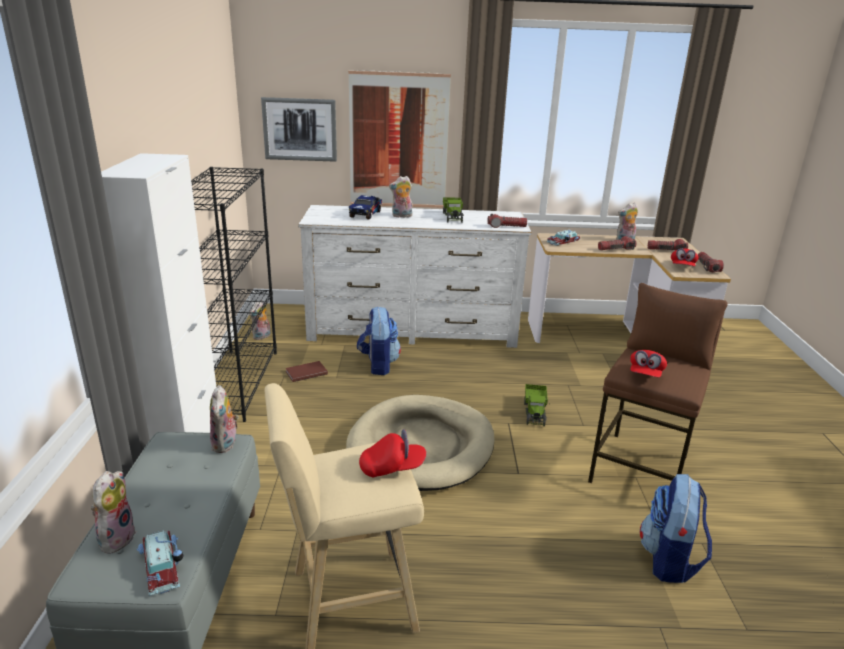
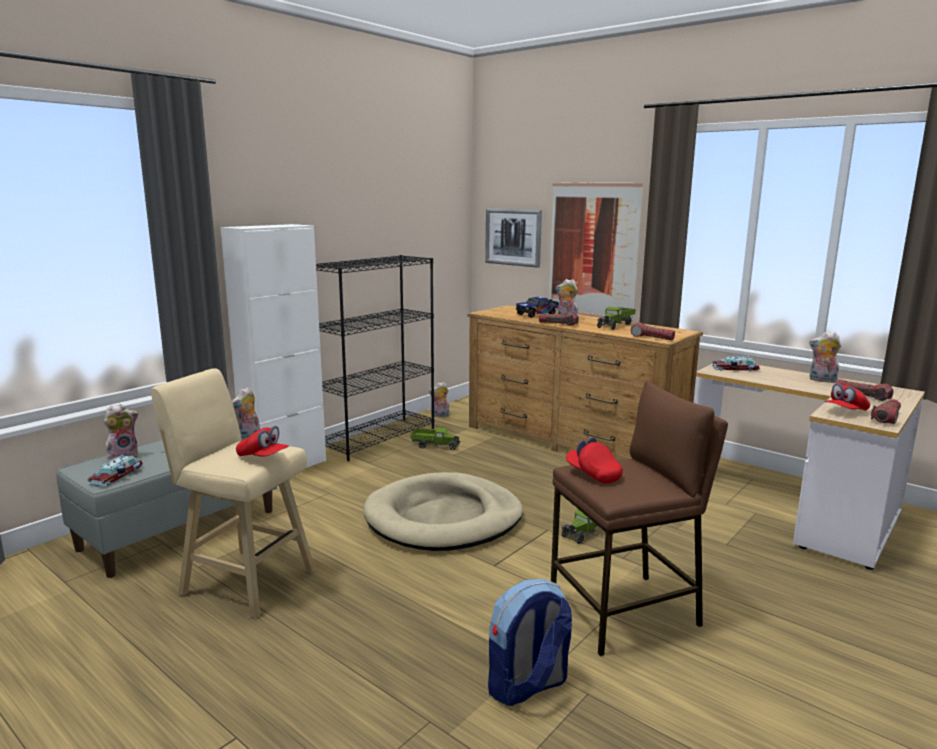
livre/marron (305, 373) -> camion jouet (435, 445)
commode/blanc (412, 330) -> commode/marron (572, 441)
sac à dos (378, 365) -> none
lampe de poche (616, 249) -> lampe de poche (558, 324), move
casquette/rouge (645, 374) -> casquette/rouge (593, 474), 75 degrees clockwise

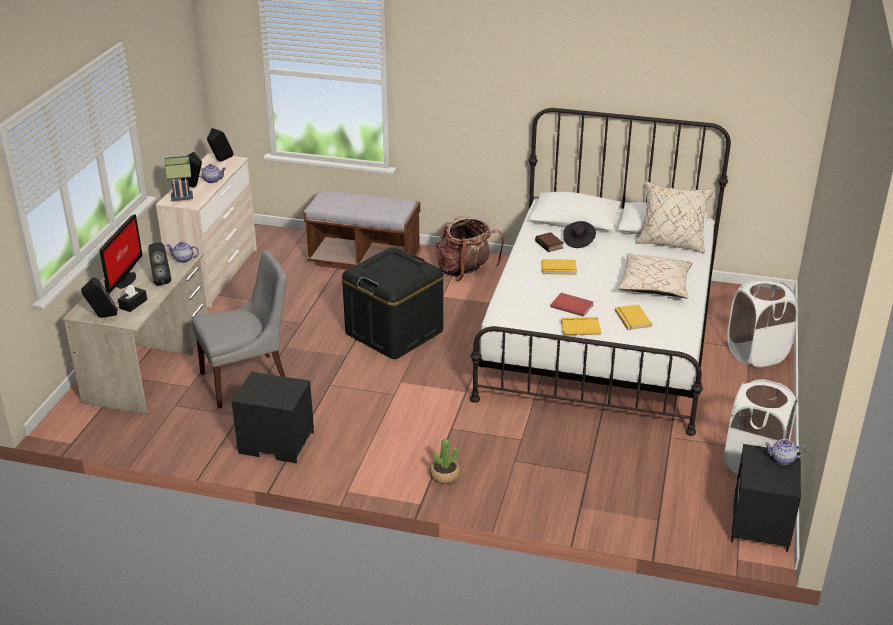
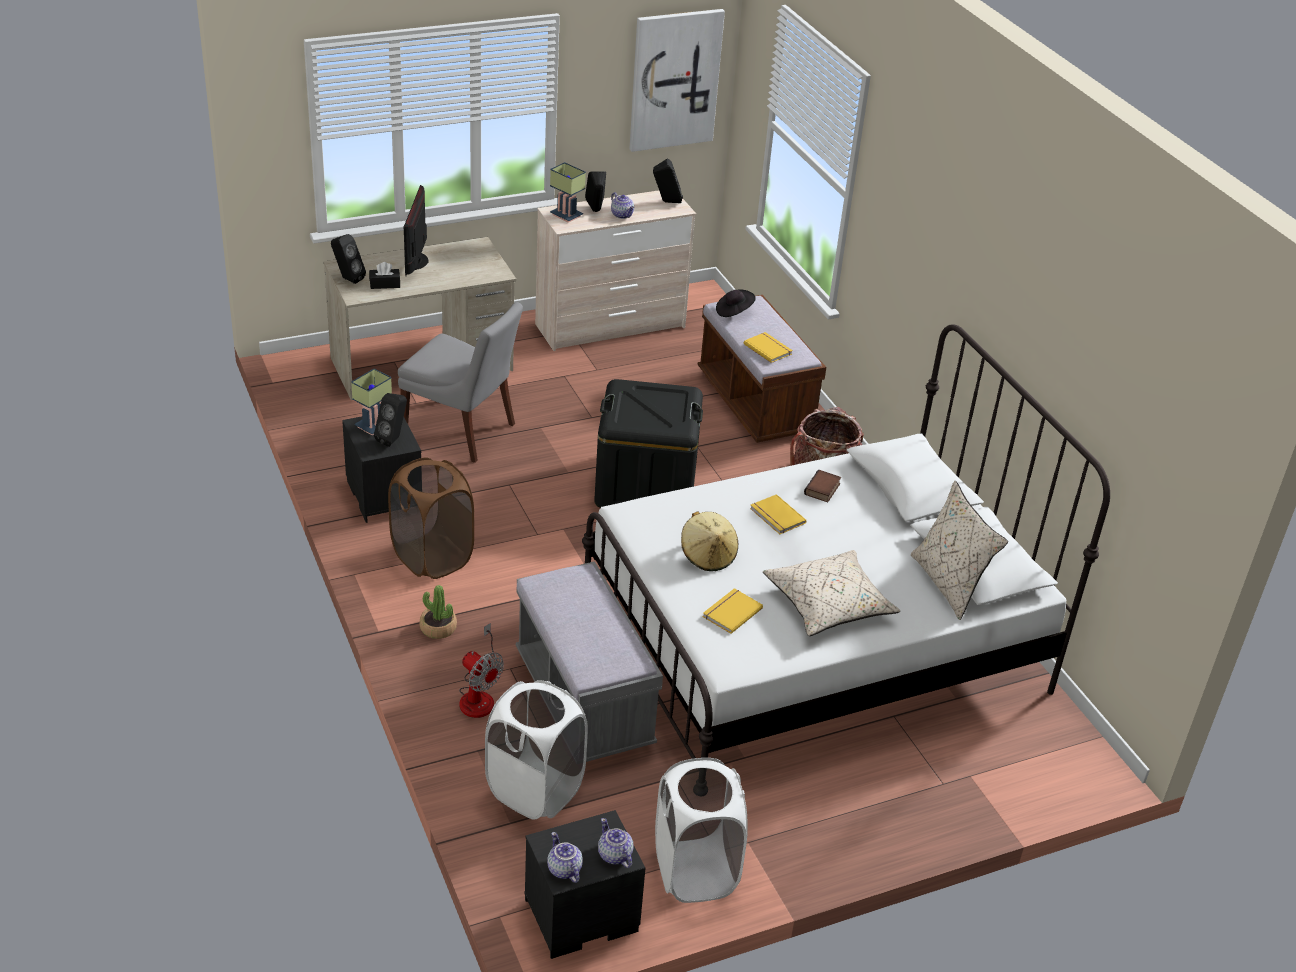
écran d'ordinateur (124, 280) -> écran d'ordinateur (417, 261), 120 degrees clockwise
enceinte/noir (161, 280) -> enceinte/noir (393, 439), move
théière (183, 259) -> théière (563, 869), move
livre/rouge (572, 305) -> chapeau/beige (708, 556)
livre/jaune (580, 327) -> livre/jaune (768, 348), move
chapeau/noir (578, 241) -> chapeau/noir (734, 311), move
panier à linge/blanc (756, 354) -> panier à linge/blanc (535, 790), move
none -> lampe de table (373, 425)
none -> panier à linge/marron (432, 557)
none -> ventilateur (479, 695)
none -> banc/gris (584, 701)
none -> tableau (674, 79)

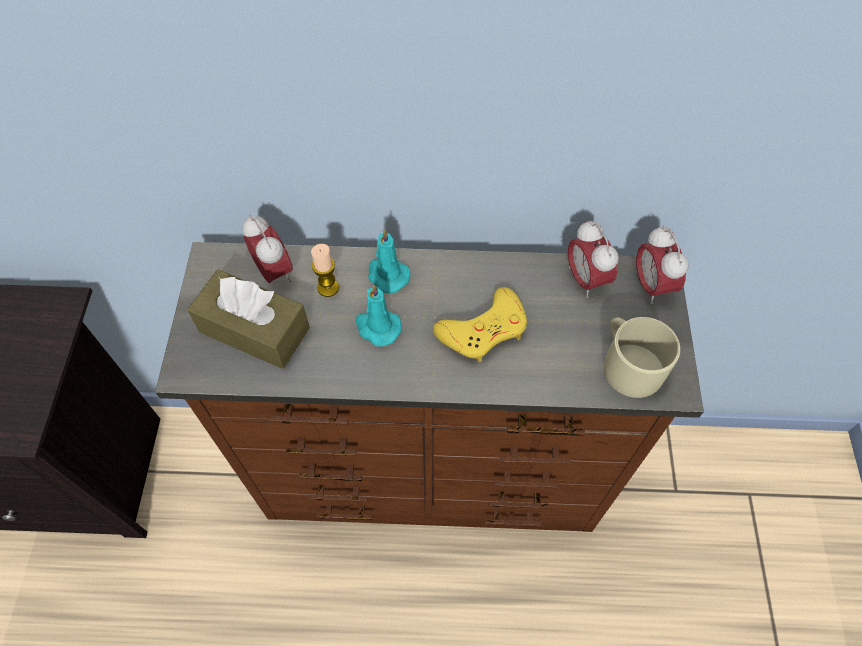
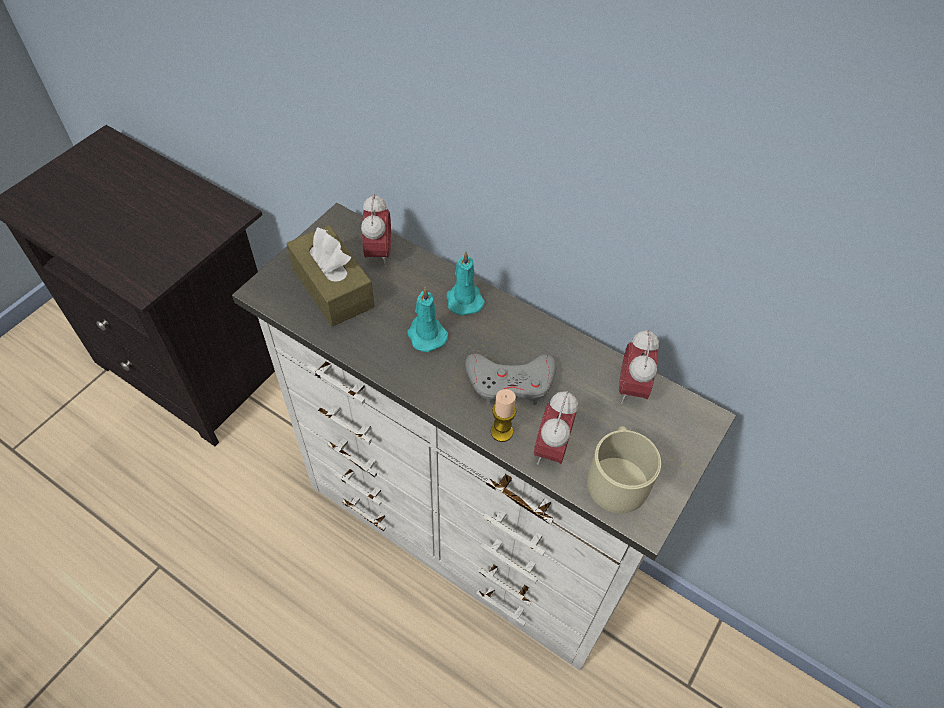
commode/marron (433, 480) -> commode/blanc (465, 537)
bougie (328, 288) -> bougie (501, 432), move
manette/jaune (484, 330) -> manette/gris (510, 382)
réveil (651, 285) -> réveil (551, 449), move

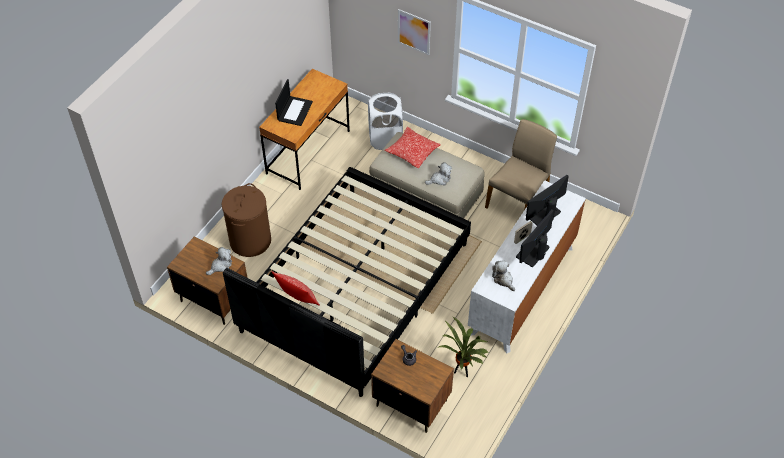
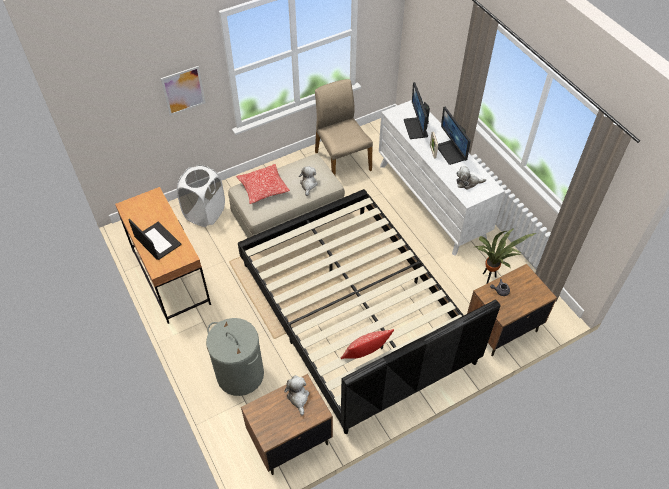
panier à linge/marron (250, 240) -> panier à linge/gris (240, 374)

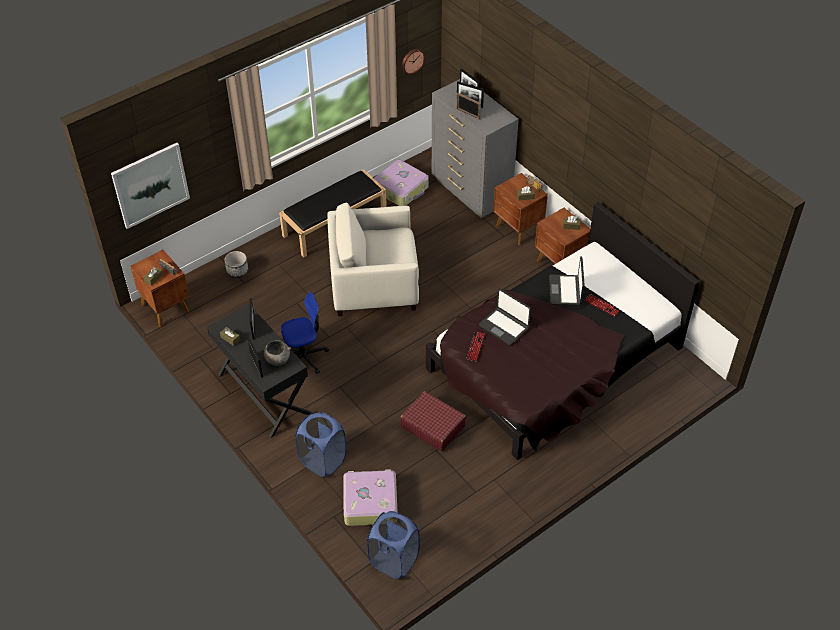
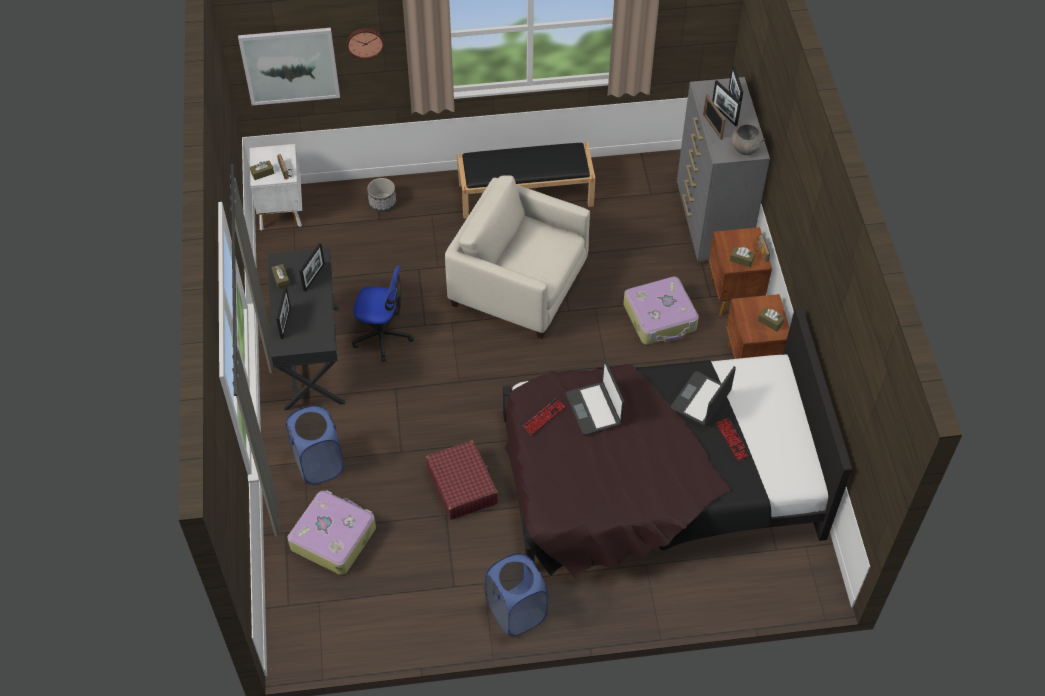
table de chevet/marron (165, 307) -> table de chevet/blanc (281, 210)
bol/gris (278, 360) -> bol/gris (745, 149), move
panier à linge/bleu (394, 560) -> panier à linge/bleu (516, 611), move
valise (401, 189) -> valise (660, 317), move
horloge murale (412, 60) -> horloge murale (365, 42), move

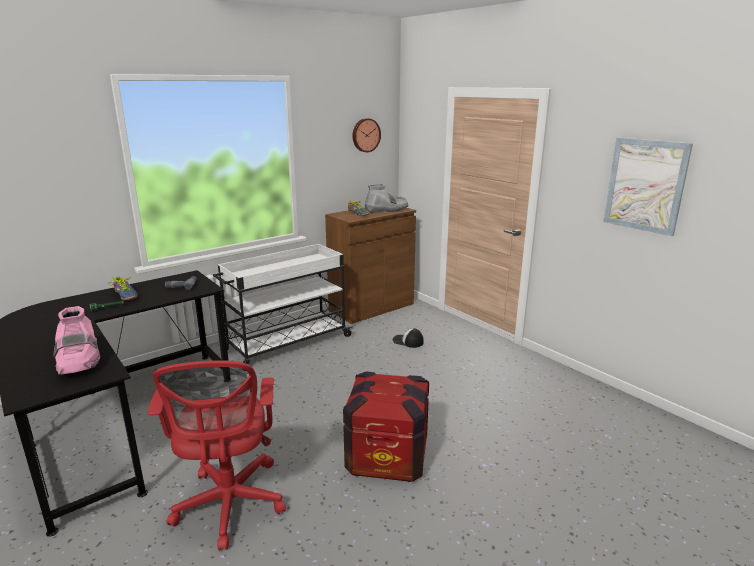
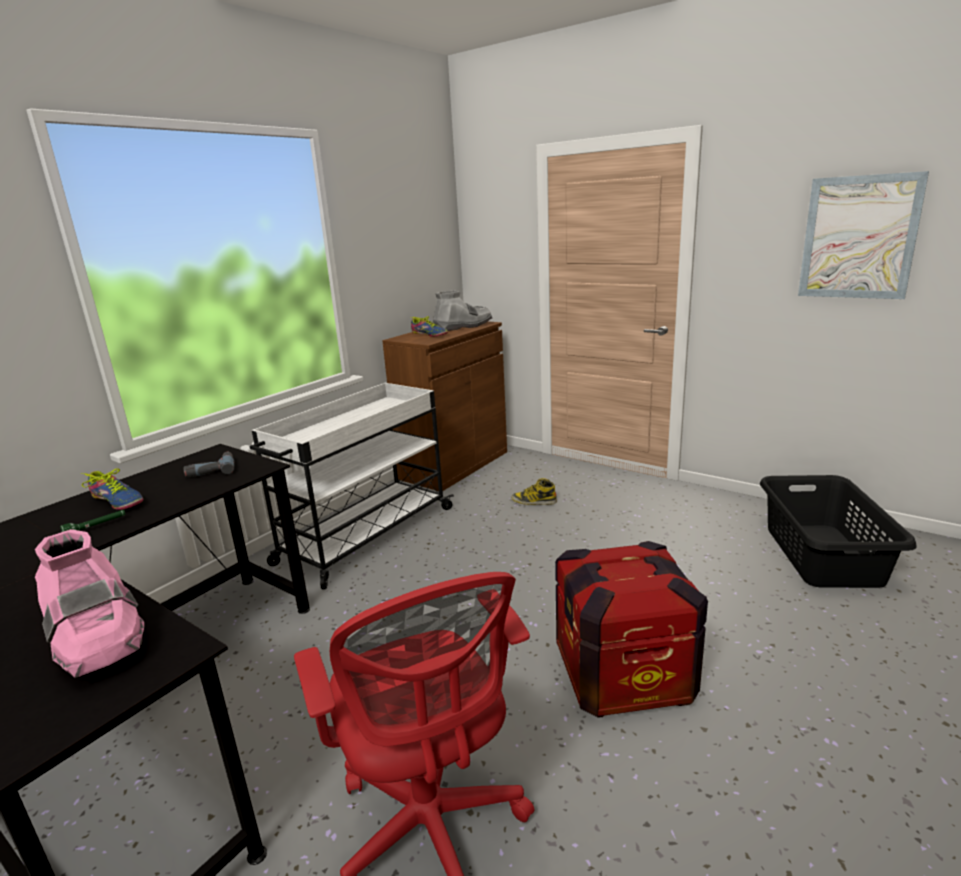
horloge murale (365, 135) -> none
casquette (408, 341) -> botte (534, 501)
none -> panier à linge/noir (823, 554)

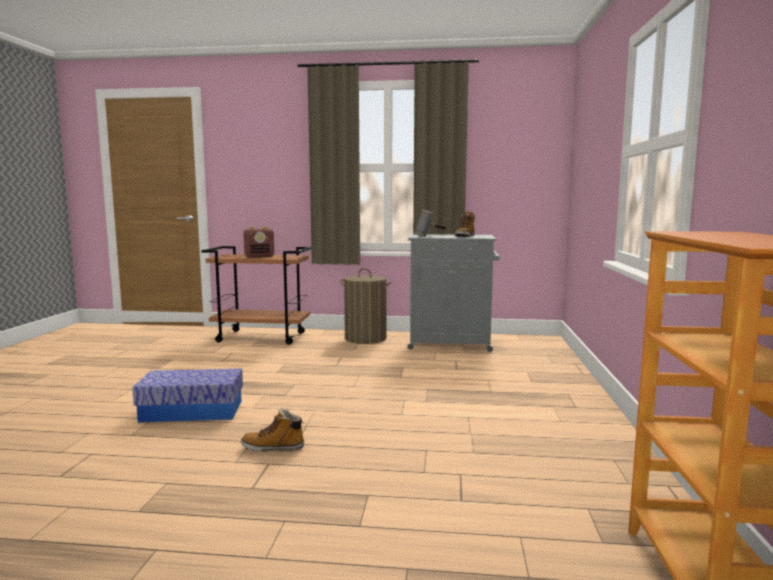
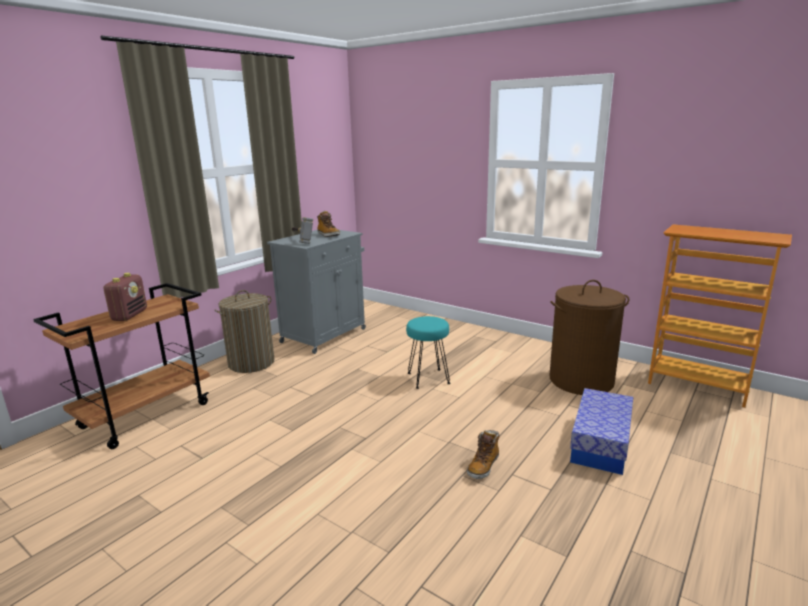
boîte de rangement (191, 411) -> boîte de rangement (600, 443), move
none -> tabouret/turquoise (427, 378)
none -> panier à linge/marron (581, 381)

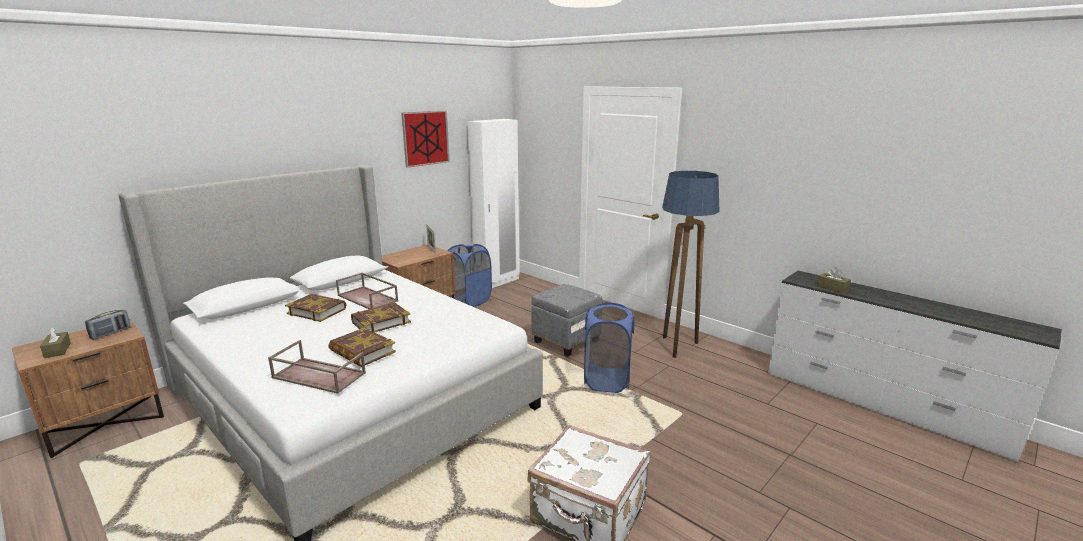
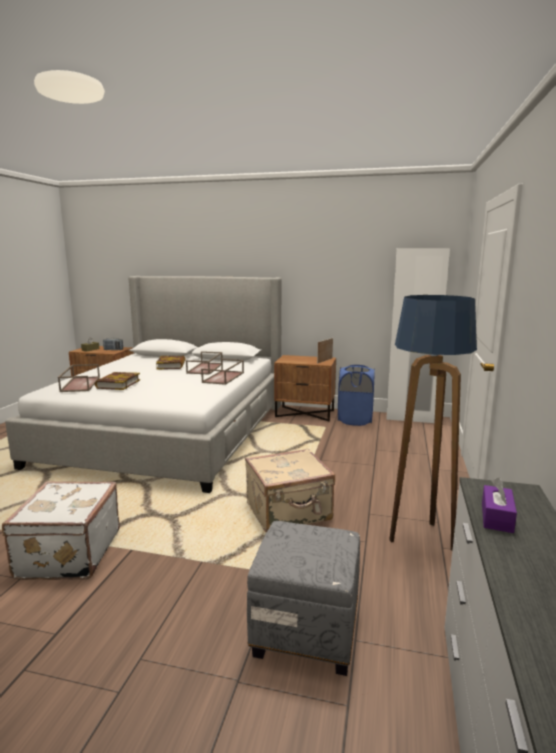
livre (381, 322) -> none
tableau (425, 138) -> none
pouf/gris (566, 341) -> pouf/gris (304, 633), move
panier à linge/bleu (607, 380) -> valise/beige (289, 512)
boîte à mouchoirs/marron (832, 288) -> boîte à mouchoirs/violet (497, 517)
none -> plateau/marron (224, 377)

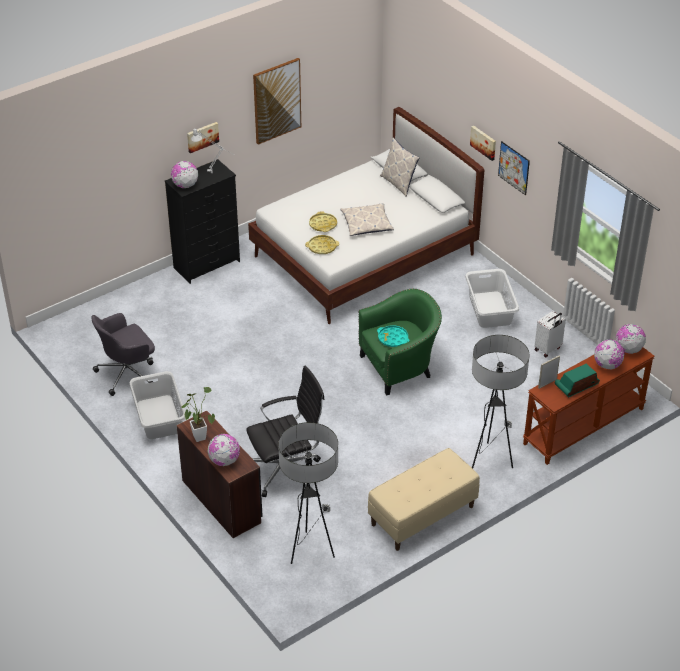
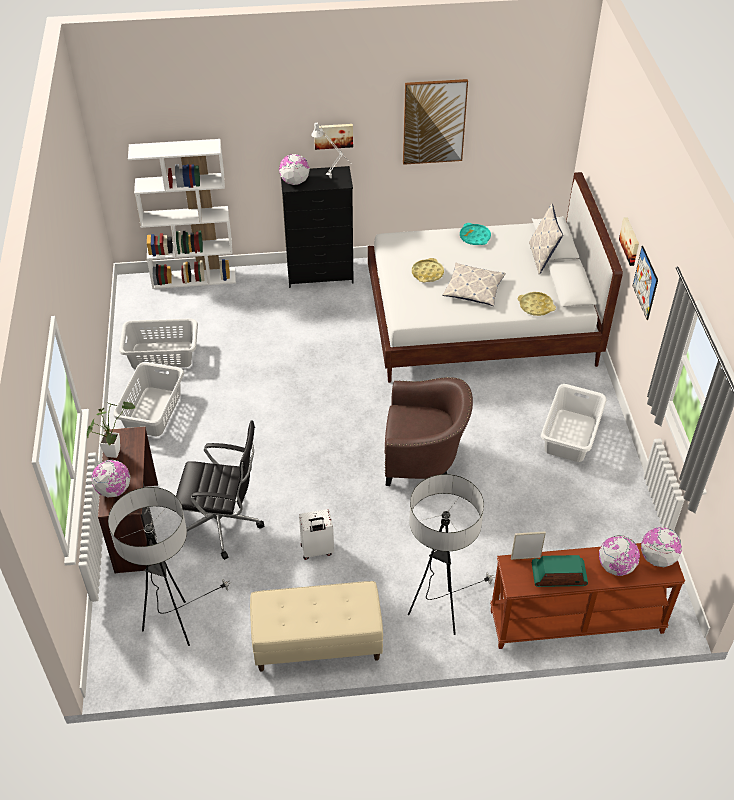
chaise de bureau/gris (128, 373) -> panier à linge/gris (162, 355)
plateau/jaune (322, 247) -> plateau/jaune (536, 306), move
fauteuil/vert (400, 367) -> fauteuil/marron (424, 460)
plateau/turquoise (393, 338) -> plateau/turquoise (475, 237), move
valise/blanc (548, 349) -> valise/blanc (317, 550), move
none -> bibliothèque/blanc (194, 278)

